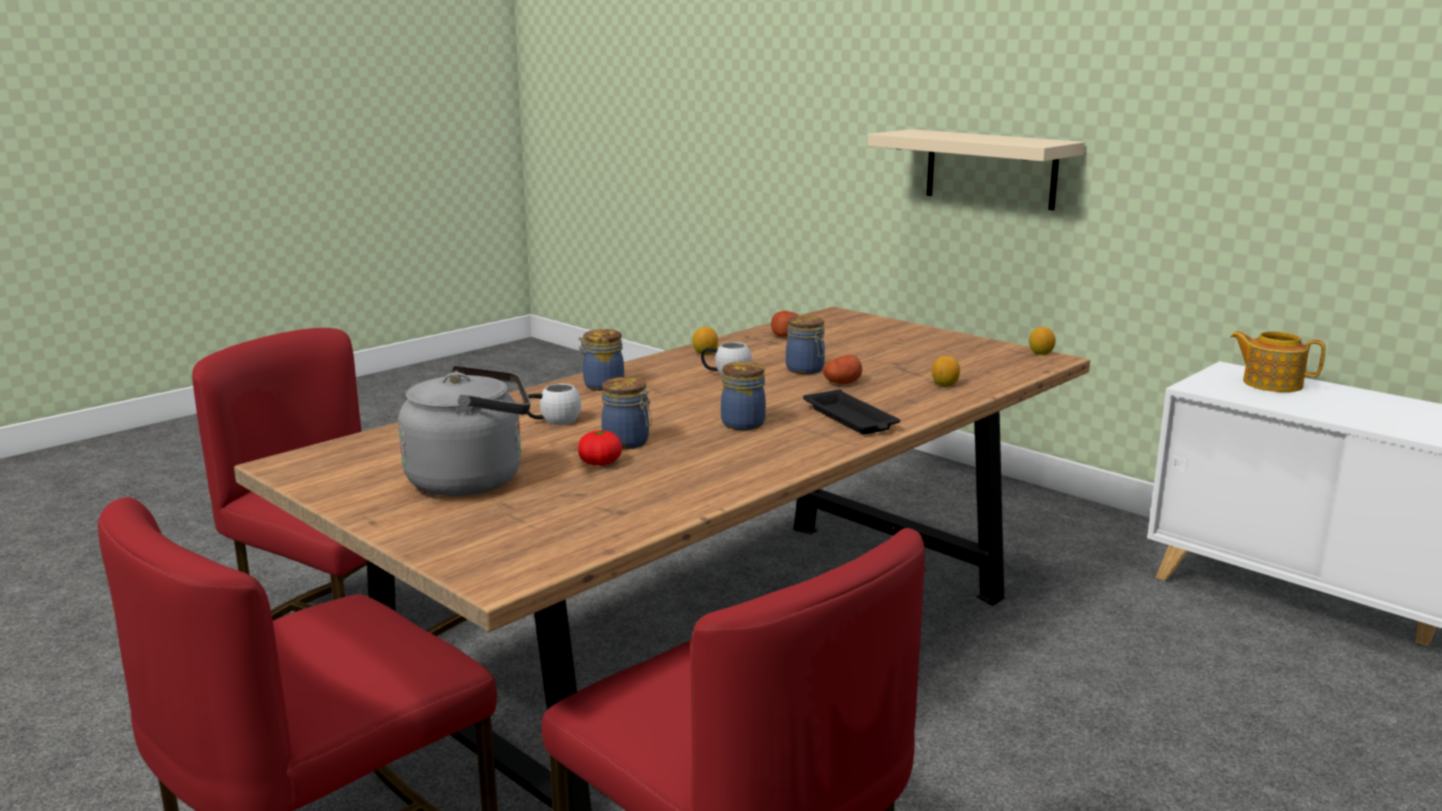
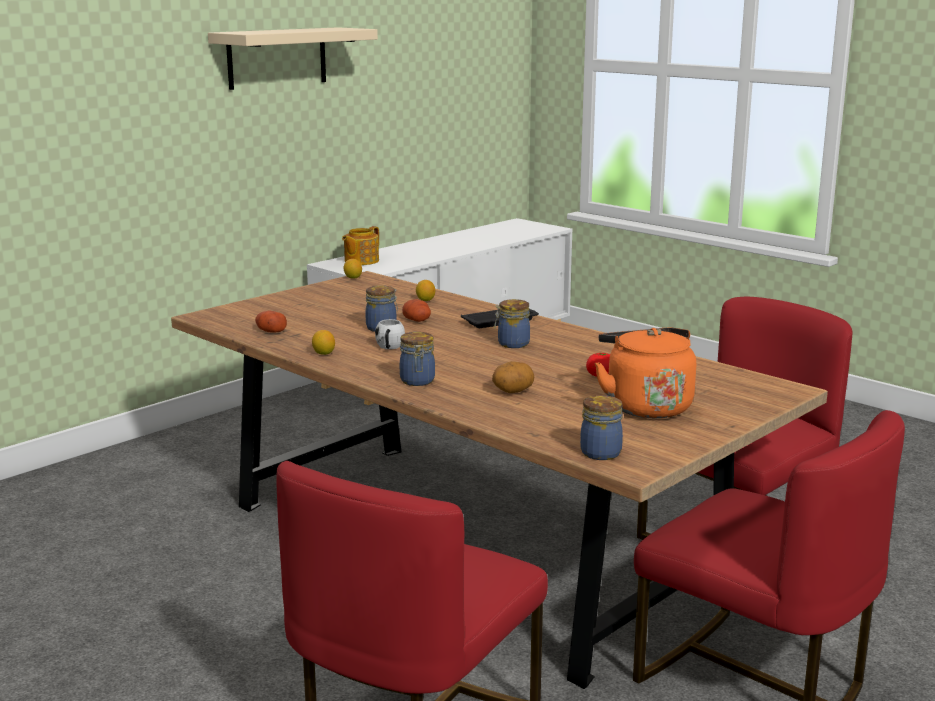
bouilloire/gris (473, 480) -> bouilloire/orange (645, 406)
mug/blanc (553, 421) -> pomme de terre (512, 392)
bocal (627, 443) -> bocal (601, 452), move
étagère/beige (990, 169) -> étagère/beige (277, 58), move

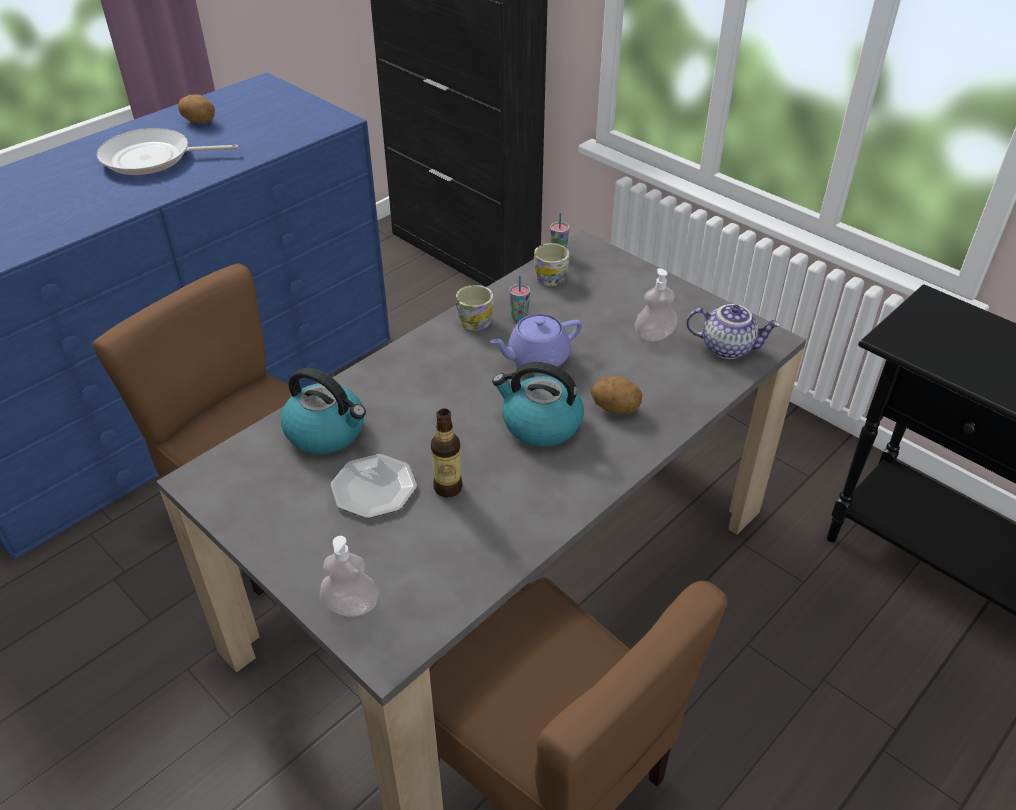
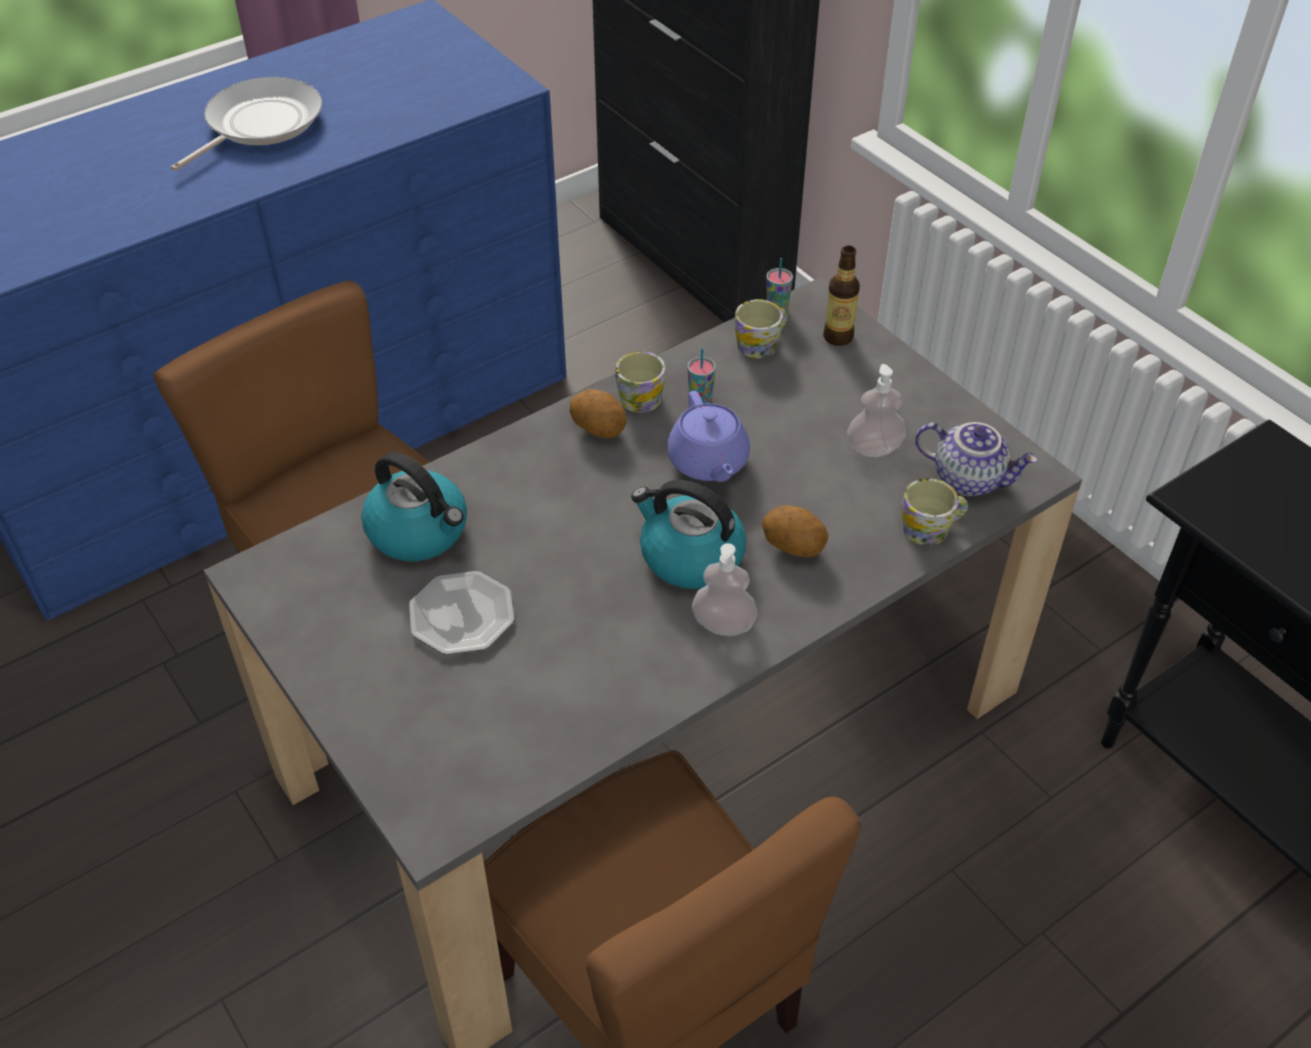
poêle (152, 159) -> poêle (259, 124), 120 degrees clockwise
pomme de terre (200, 121) -> pomme de terre (599, 429), move
distributeur de savon (351, 606) -> distributeur de savon (723, 624), move
bouteille (448, 488) -> bouteille (838, 337), move
théière/violet (536, 358) -> théière/violet (708, 463), 90 degrees counterclockwise
none -> mug (931, 528)

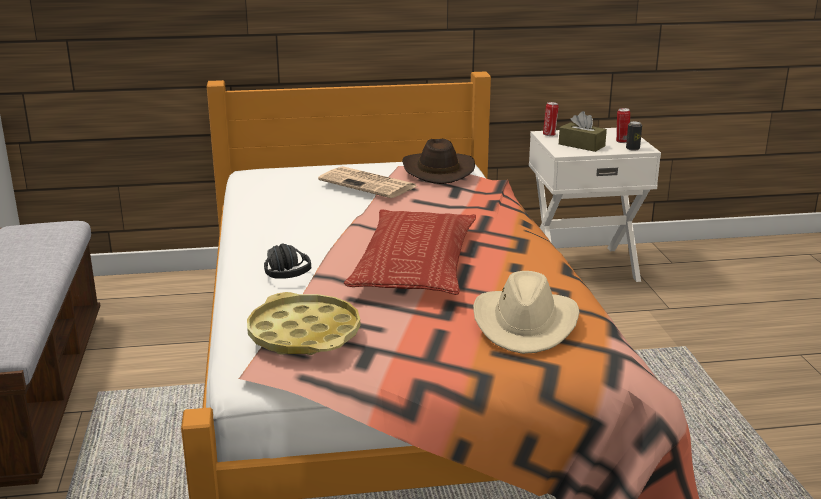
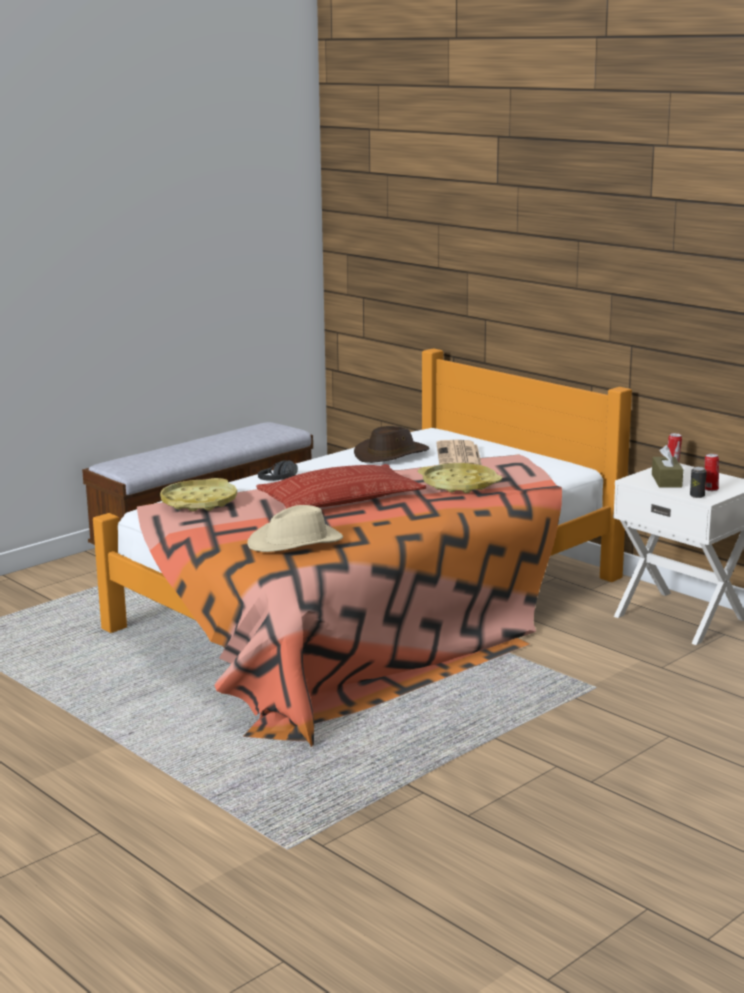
chapeau/marron (437, 170) -> chapeau/marron (391, 455), move
none -> plateau/jaune (459, 484)

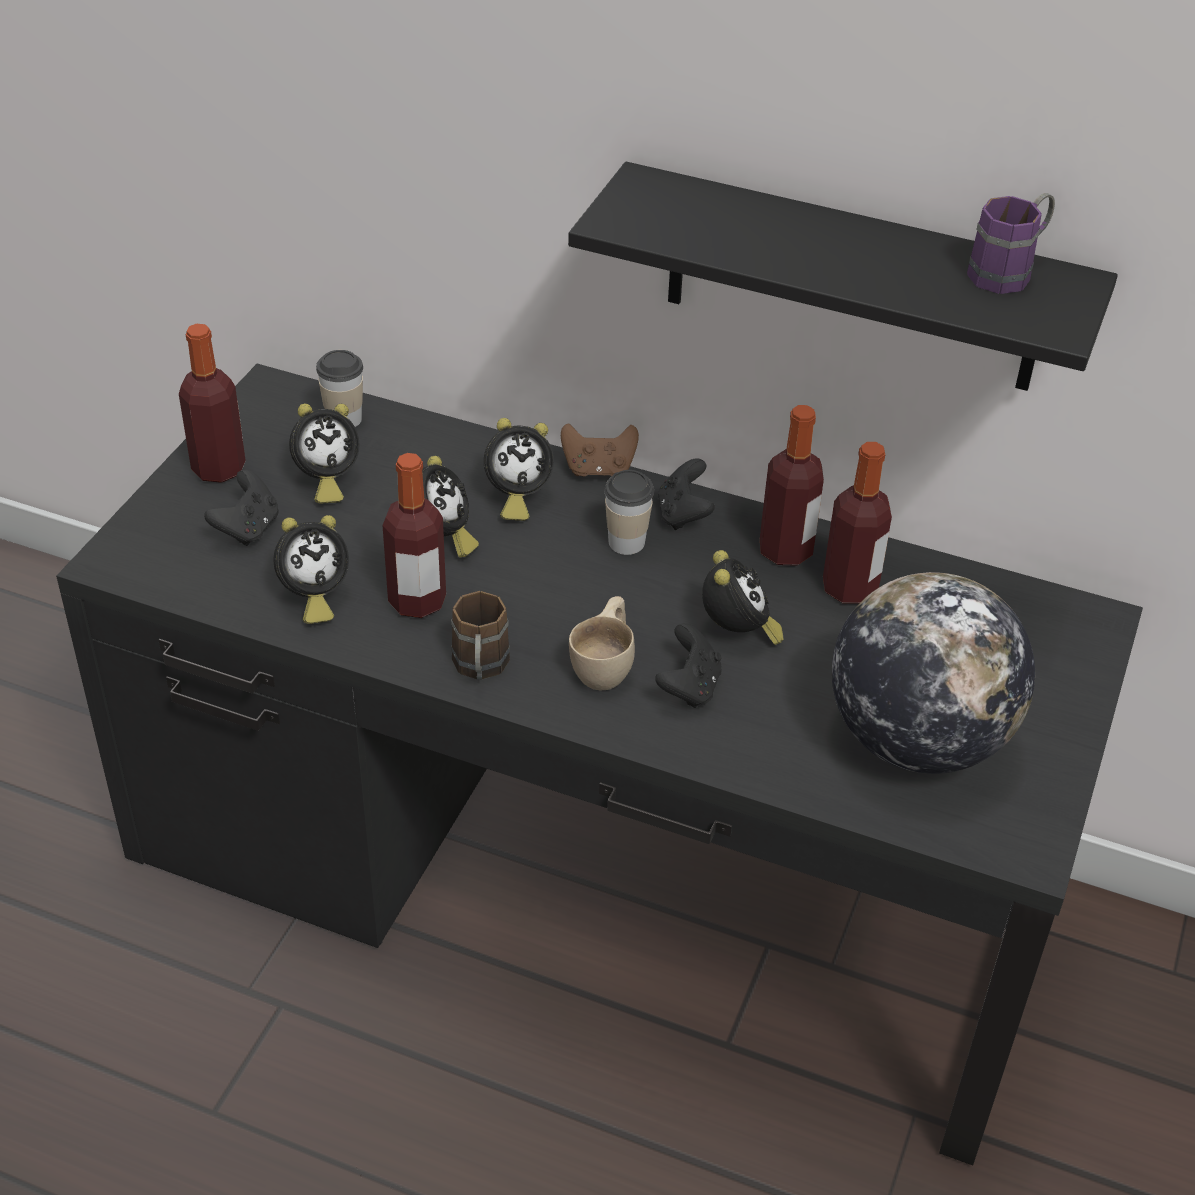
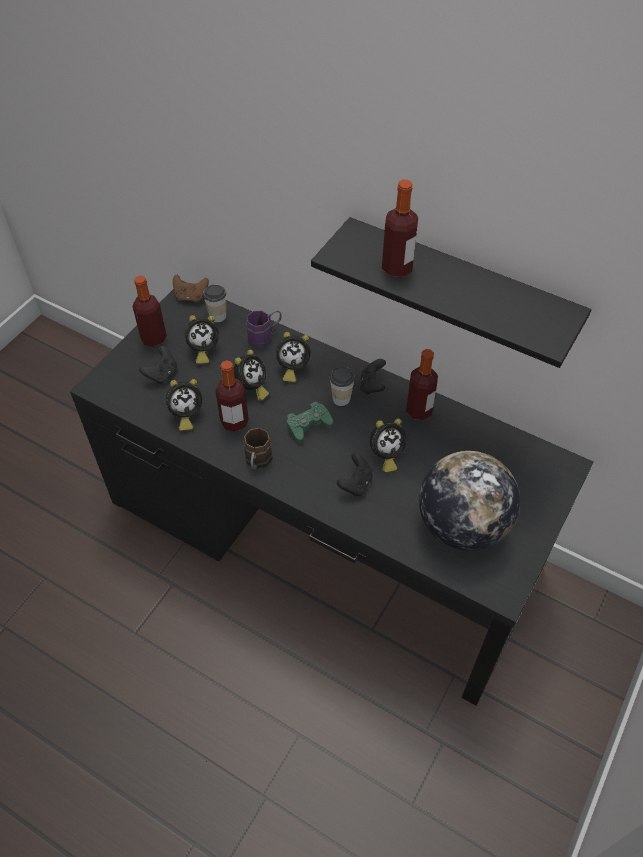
manette/marron (598, 469) -> manette/marron (191, 296), move
tasse/beige (606, 665) -> none
réveil (737, 633) -> réveil (385, 455), 60 degrees clockwise
bouteille (849, 588) -> bouteille (397, 268), move
mug/violet (1009, 271) -> mug/violet (265, 337), move
none -> manette/vert (308, 425)

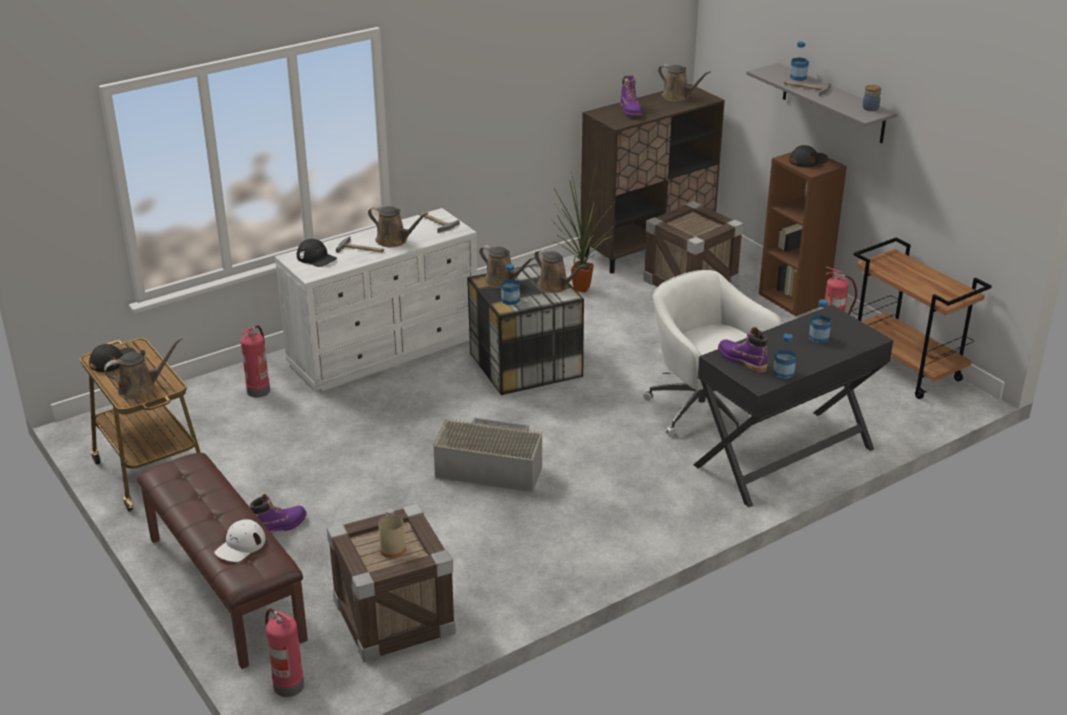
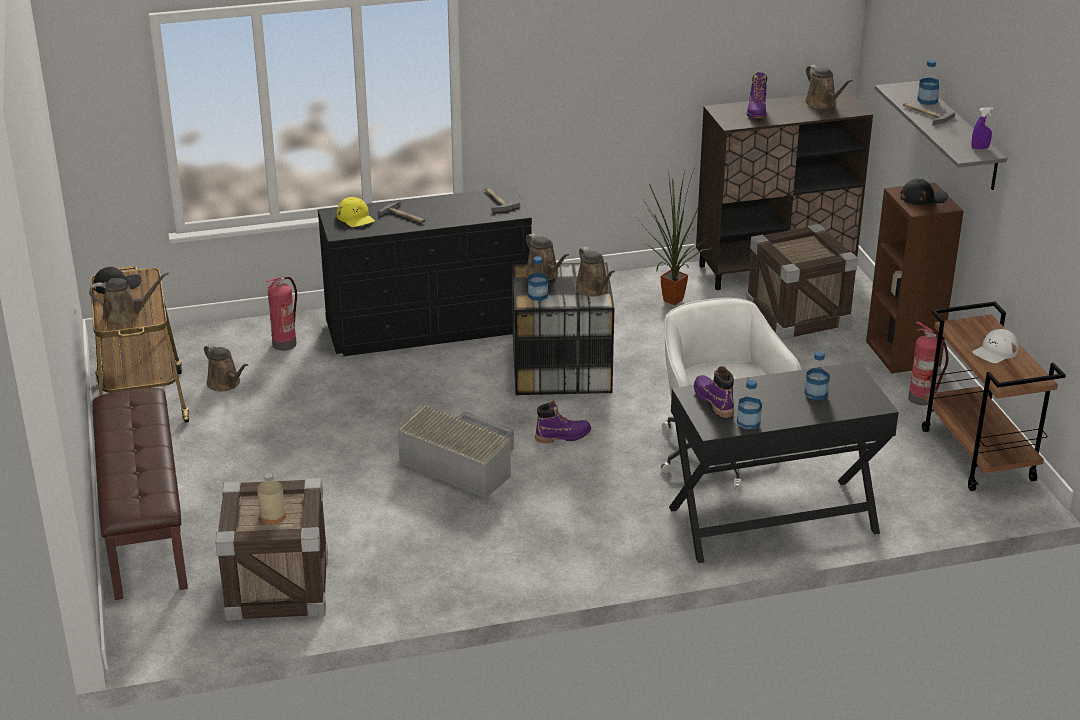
casquette/blanc (240, 546) -> casquette/blanc (995, 351), move
botte/violet (280, 526) -> botte/violet (563, 436), move
extincteur (287, 685) -> none
commode/blanc (385, 350) -> commode/noir (430, 328)
casquette/noir (316, 258) -> casquette/jaune (355, 218)
arrosoir/marron (394, 241) -> arrosoir/marron (225, 384), move
bocal (871, 108) -> vaporisateur/violet (980, 148)

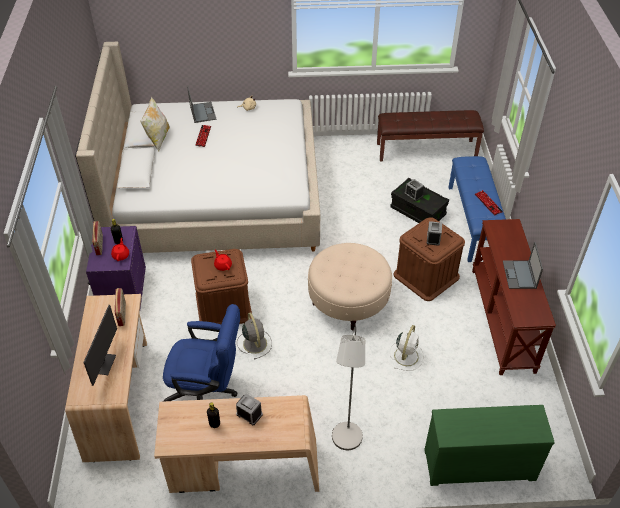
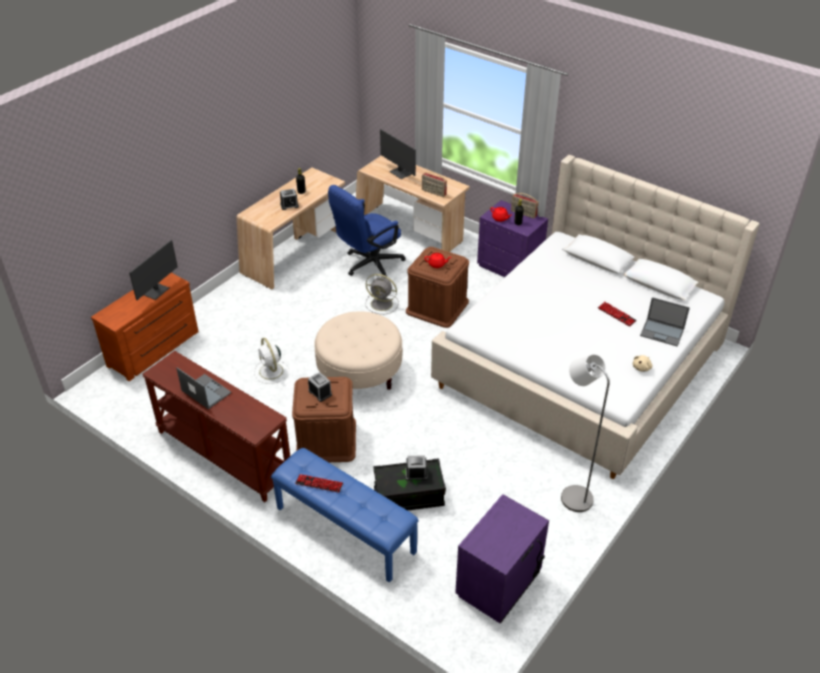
coussin (158, 139) -> none
lampadaire/gris (346, 442) -> lampadaire/gris (572, 495), move
banc/marron (426, 150) -> table de chevet/violet (499, 584)
commode/vert (478, 462) -> commode/marron (155, 349)
none -> écran d'ordinateur (156, 291)

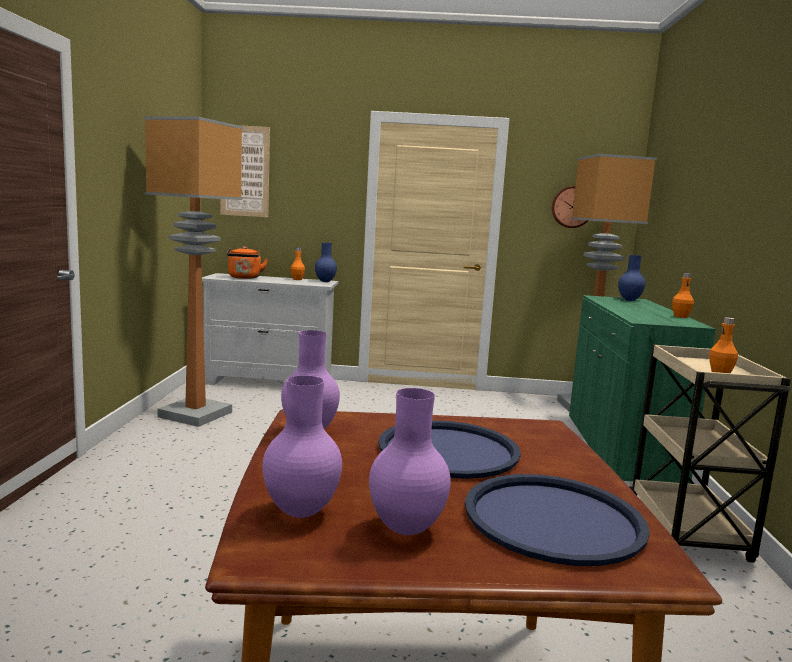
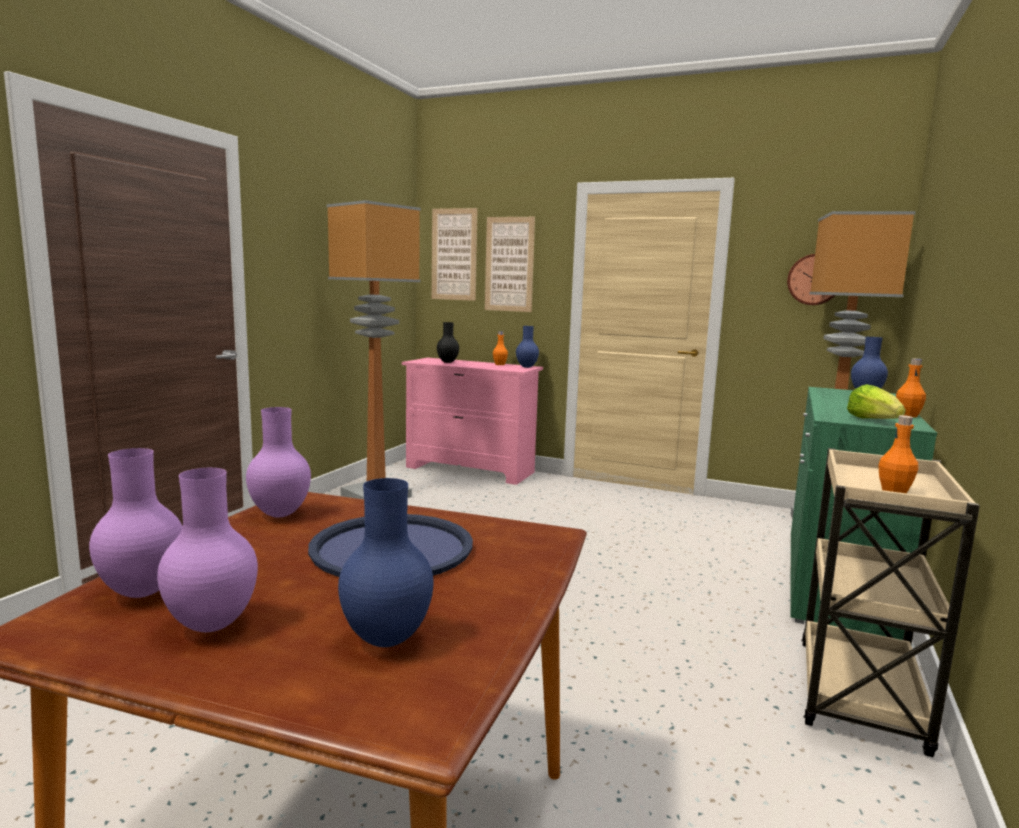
commode/blanc (269, 382) -> commode/rose (470, 470)
bouilloire/orange (244, 278) -> vase/noir (447, 362)
plateau/bleu (553, 519) -> vase/bleu (388, 640)
none -> tableau (509, 264)
none -> laitue (873, 421)

